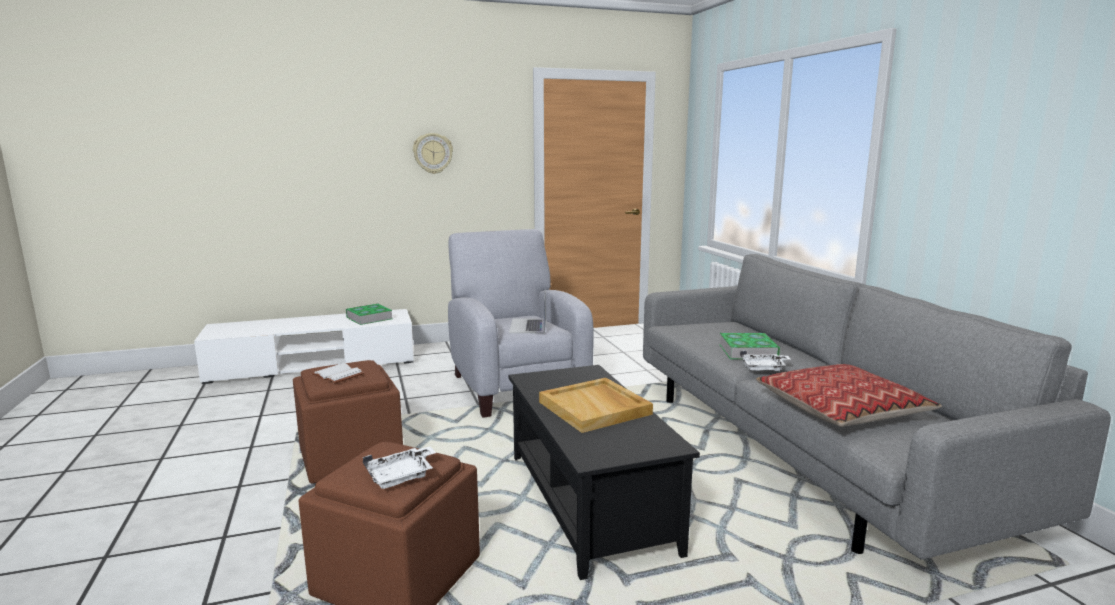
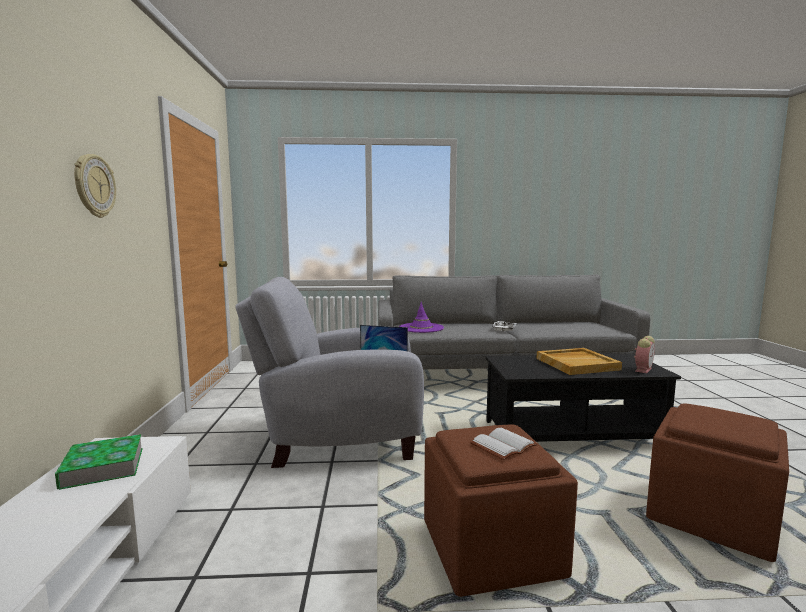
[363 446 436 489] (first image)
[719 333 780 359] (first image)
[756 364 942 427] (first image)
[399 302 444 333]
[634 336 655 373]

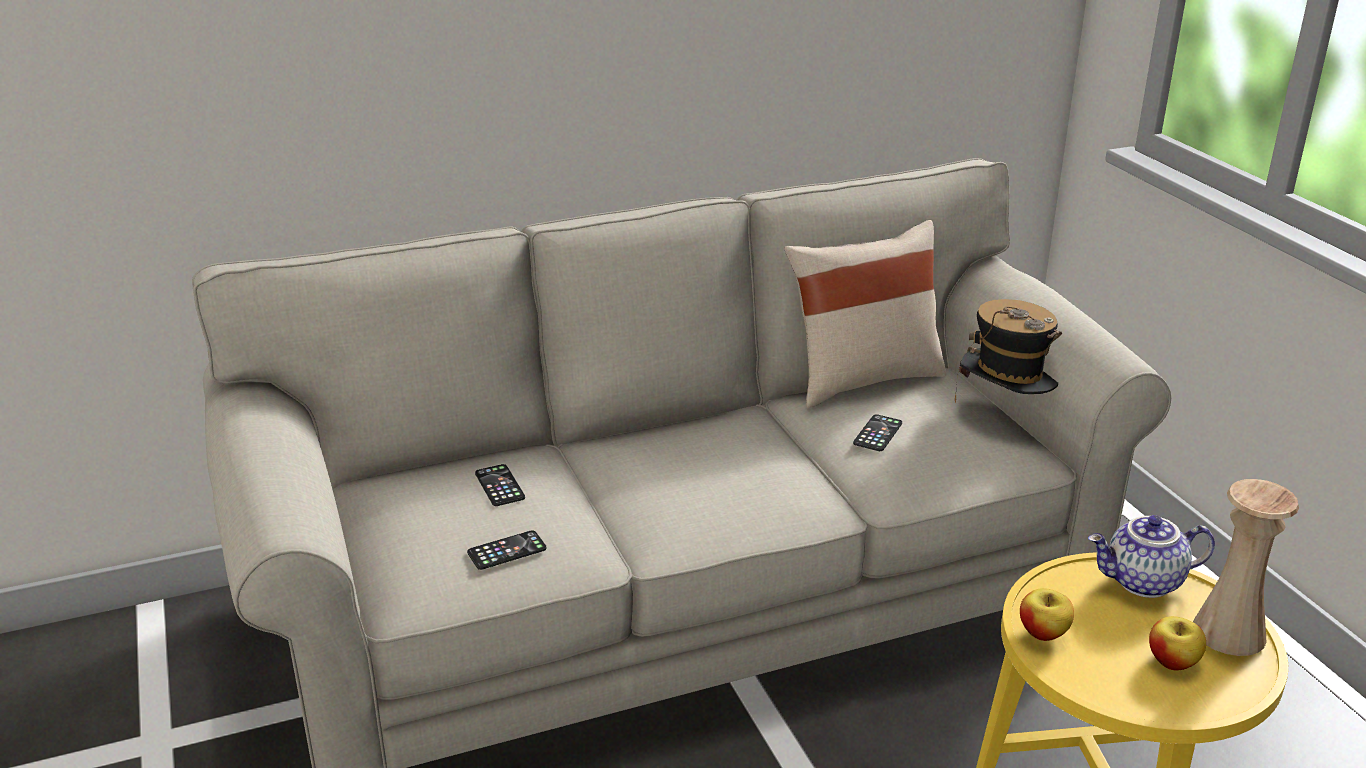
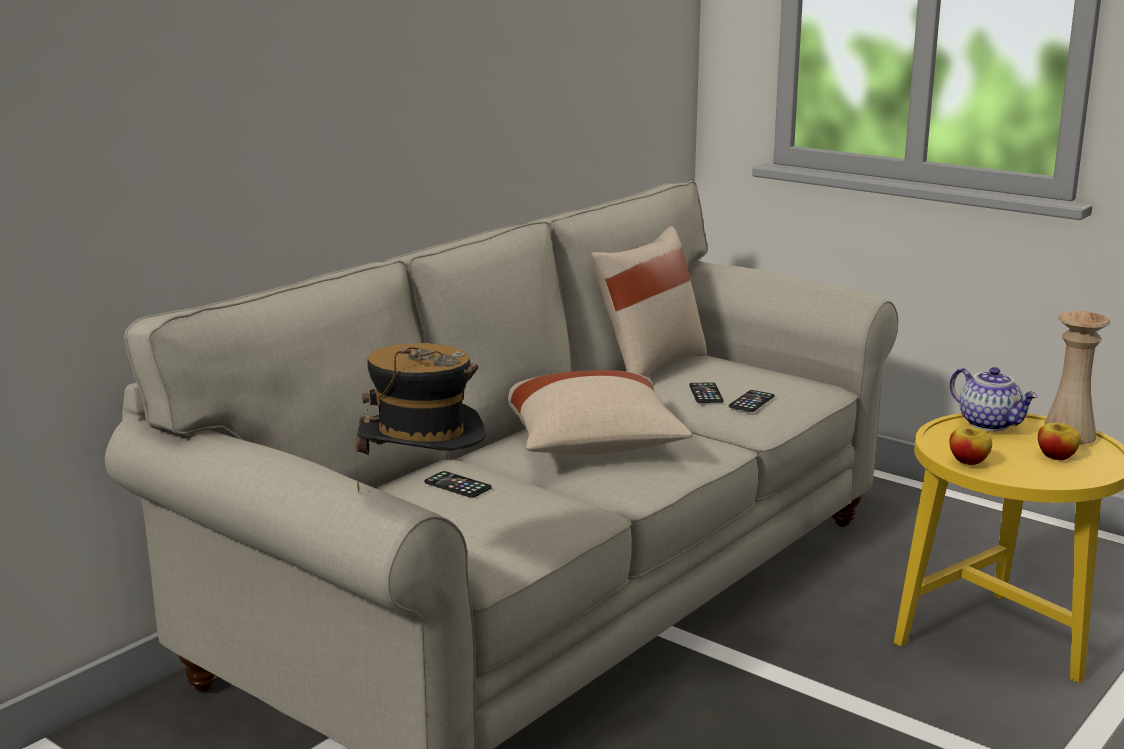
[729 390 774 412]
[356 343 486 493]
[950 367 1038 431]
[508 370 693 455]

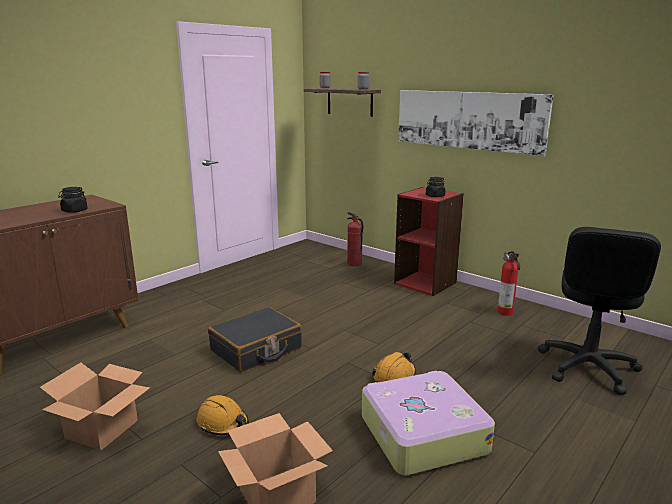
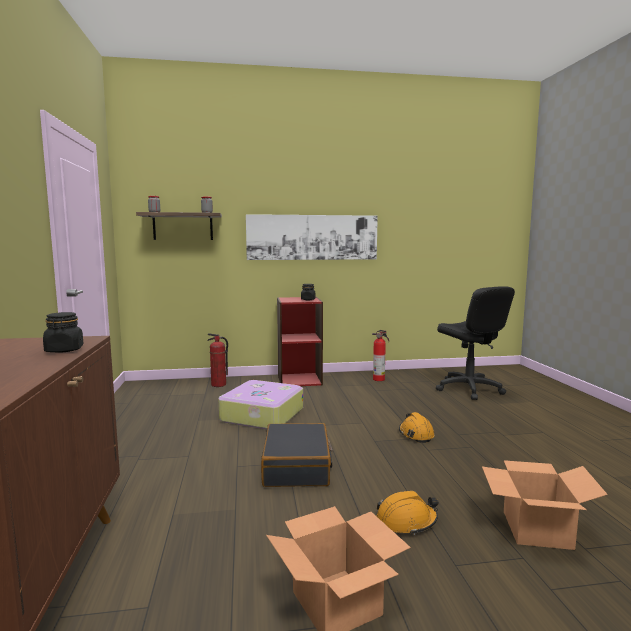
[219 380 303 430]

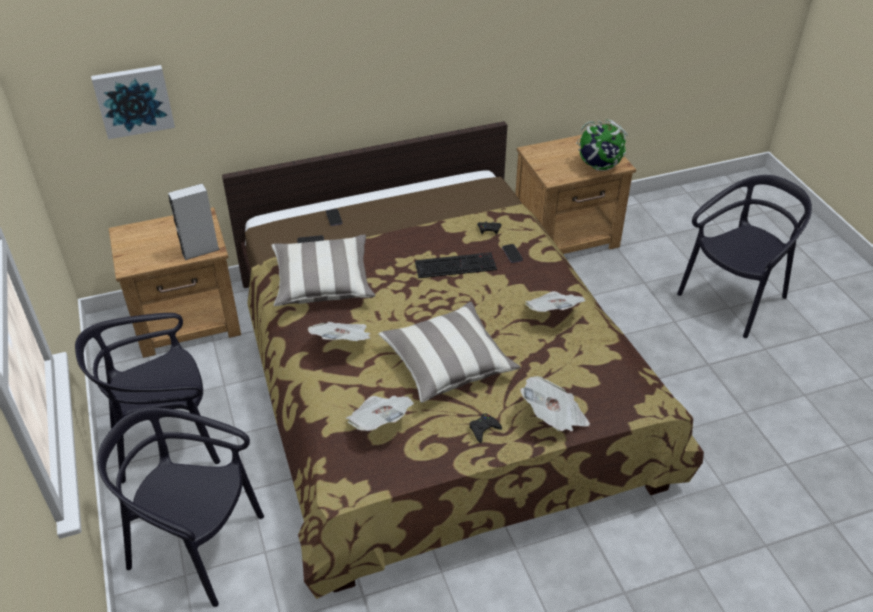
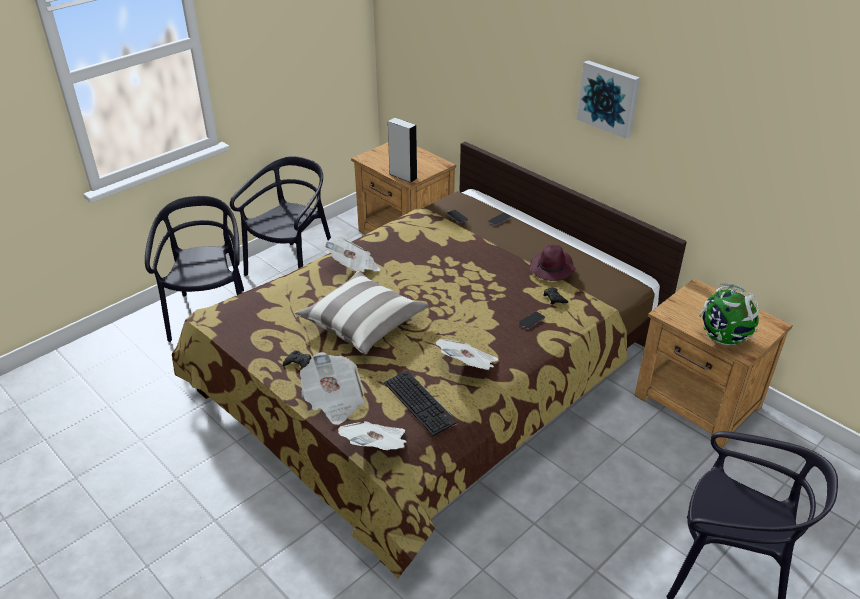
[230 156 331 276]
[577 60 640 139]
[272 235 375 306] (first image)
[338 421 407 450]
[384 371 457 436]
[530 245 575 281]

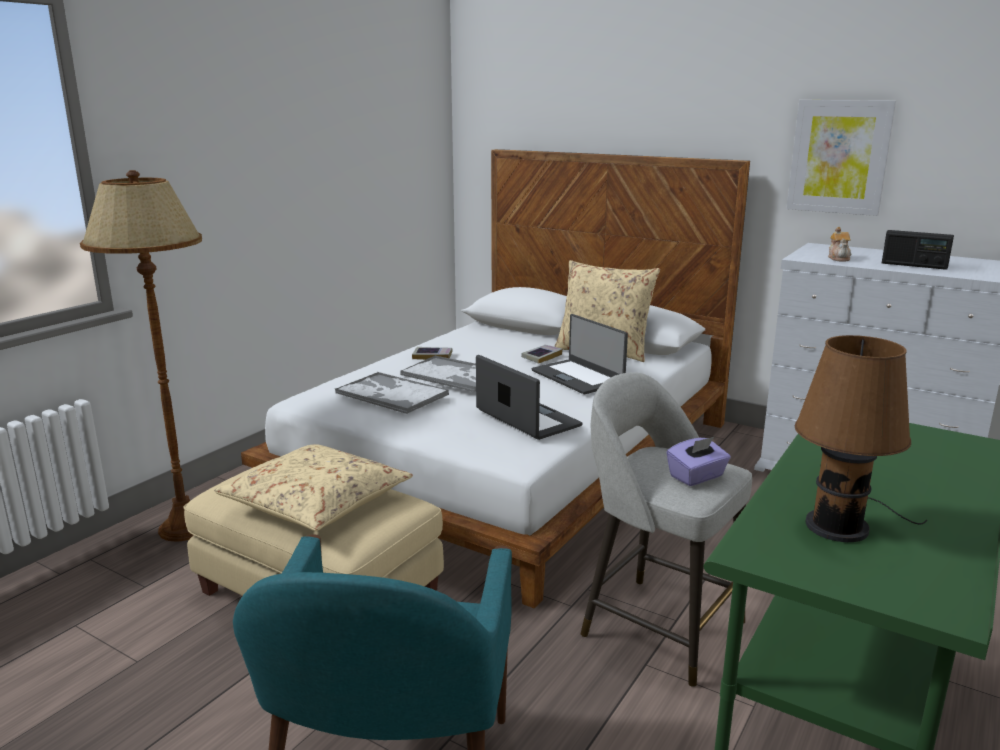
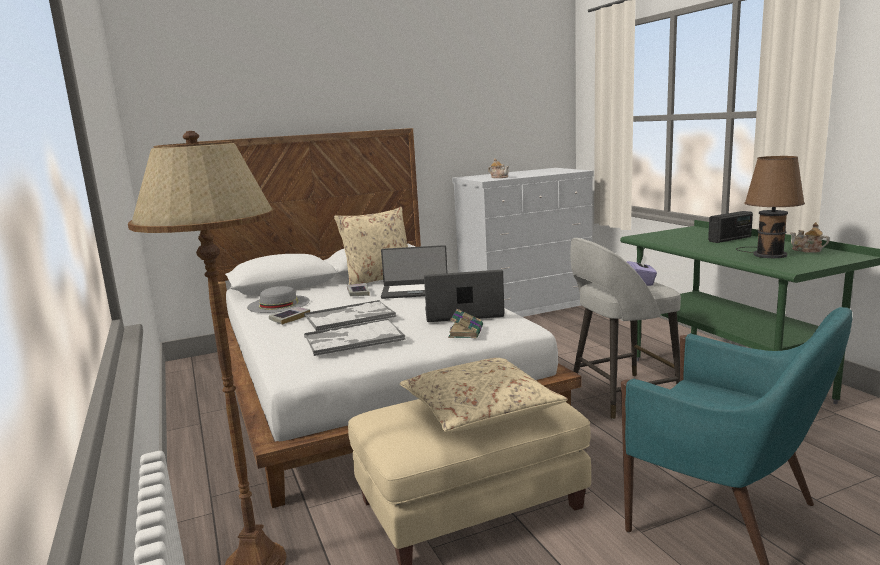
[787 100 896 216] (first image)
[708 211 753 243]
[247 286 310 313]
[448 309 483 338]
[790 222 830 253]

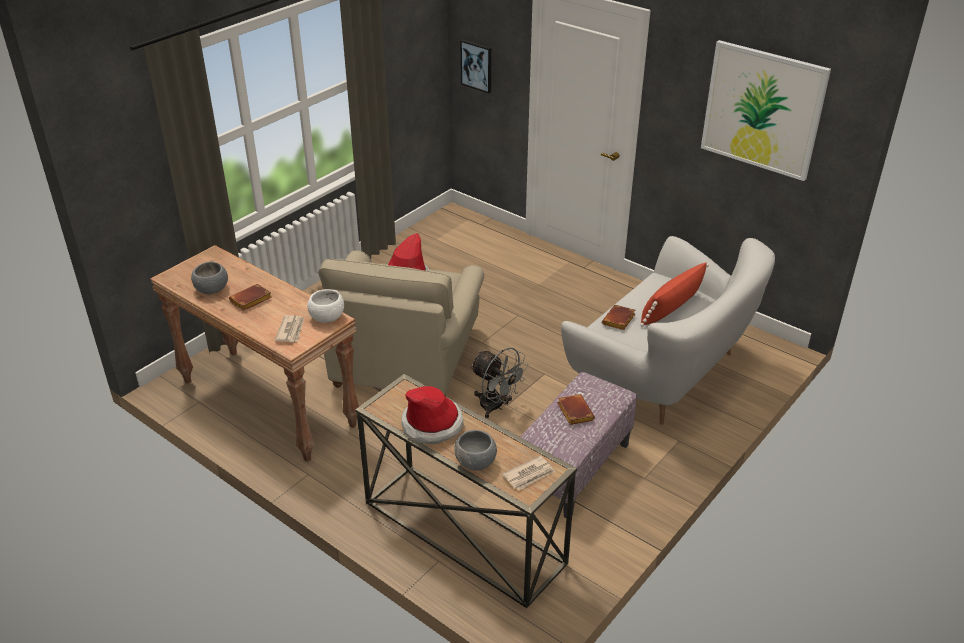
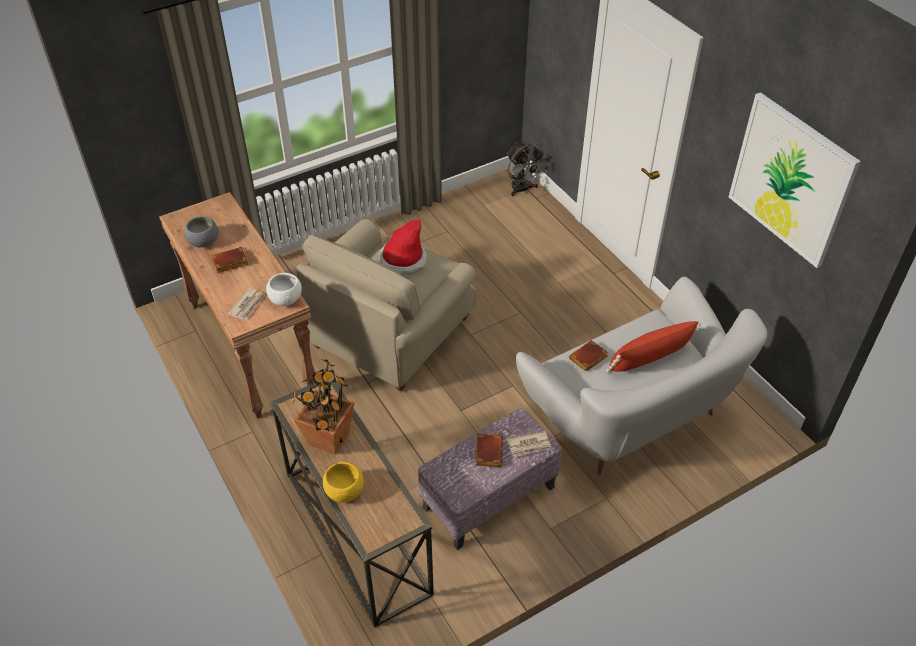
[293 359 355 454]
[323 462 364 503]
[460 39 491 93] (first image)
[507 142 551 196]
[507 431 552 457]

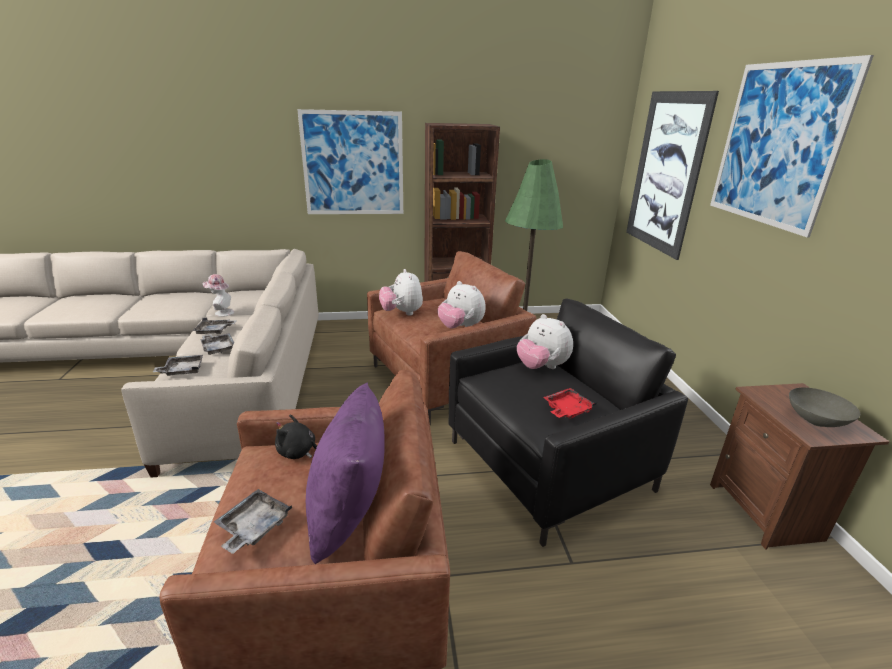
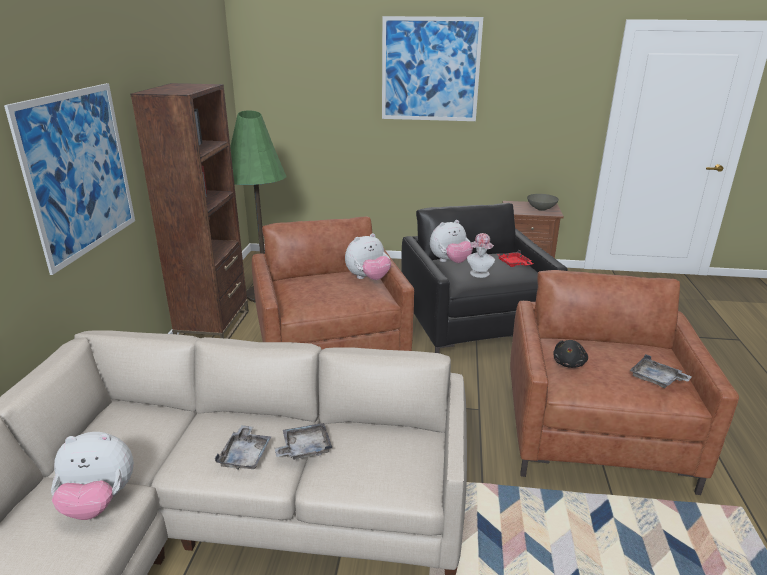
[153 355 203 376] (first image)
[467 233 495 278]
[306 382 385 564] (first image)
[51 432 134 520]
[626 91 719 260] (first image)

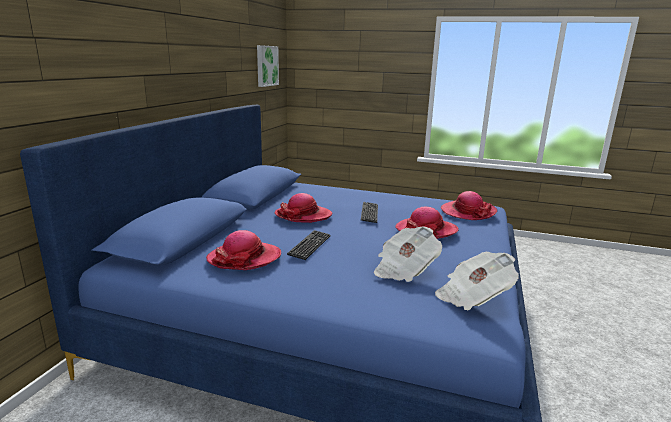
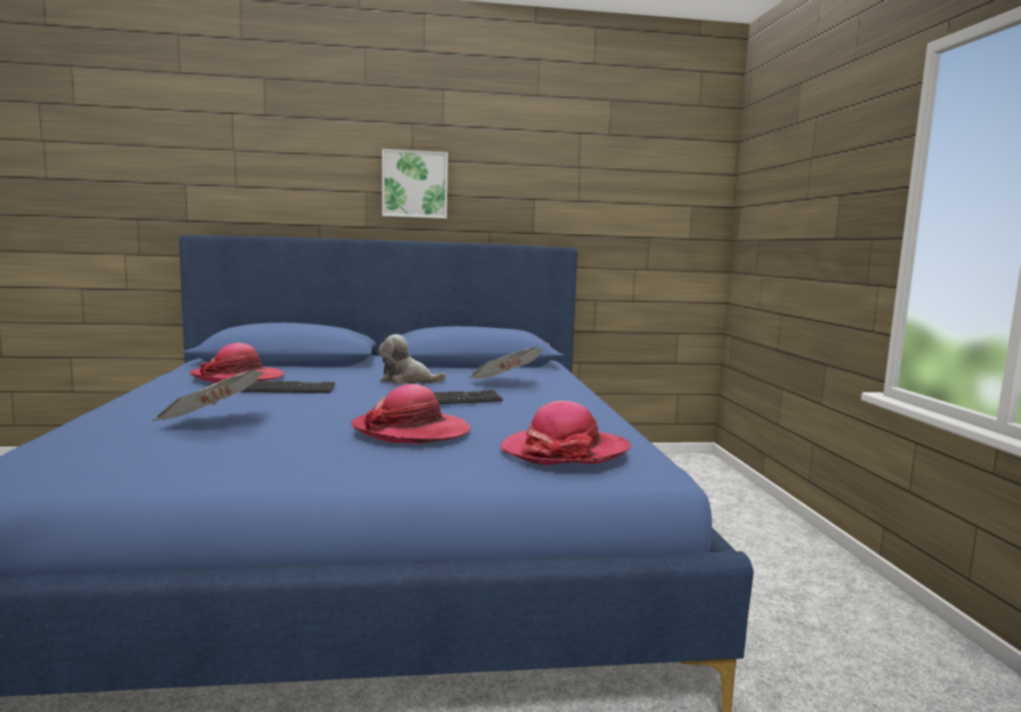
[382 149 448 219]
[379 334 446 384]
[469 347 543 379]

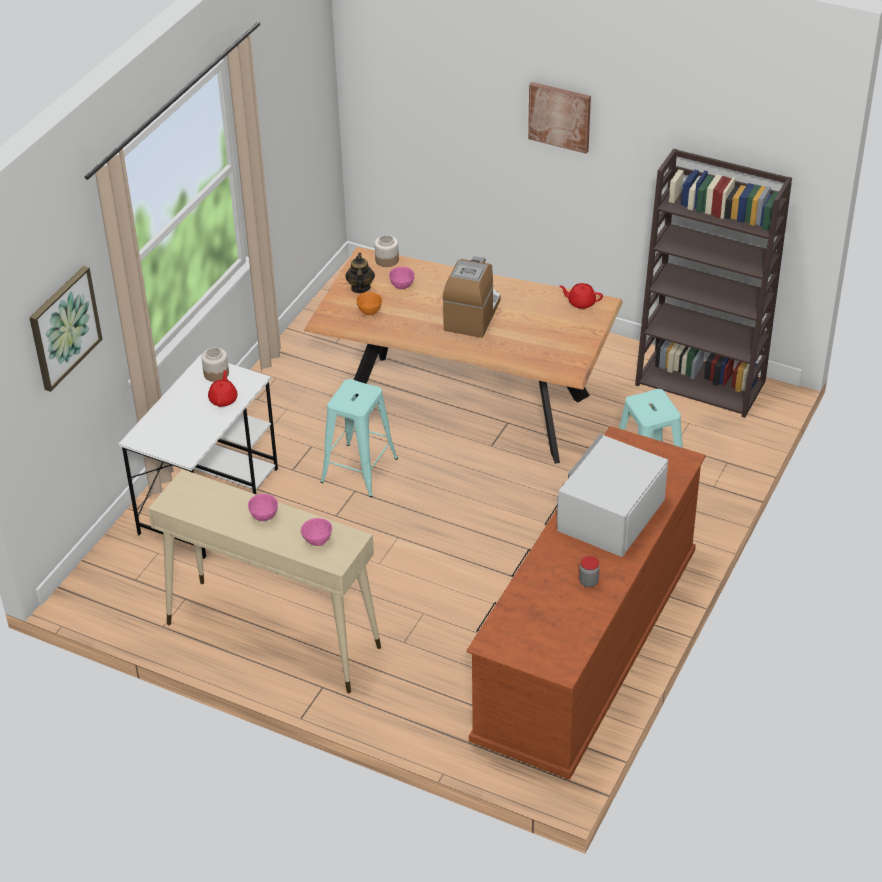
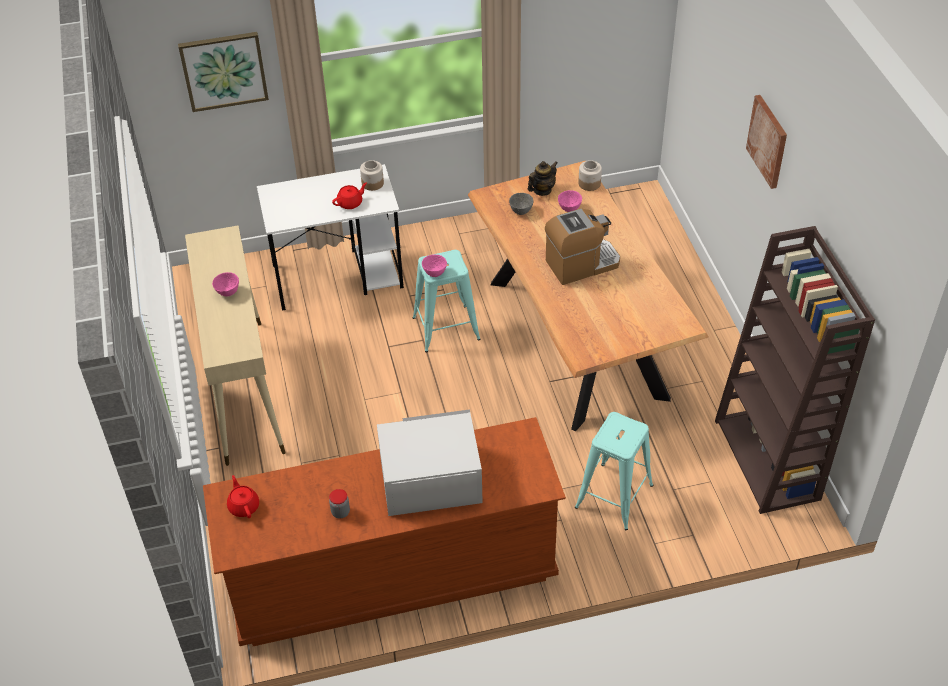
[422 254 447 277]
[509 193 534 215]
[227 475 259 518]

